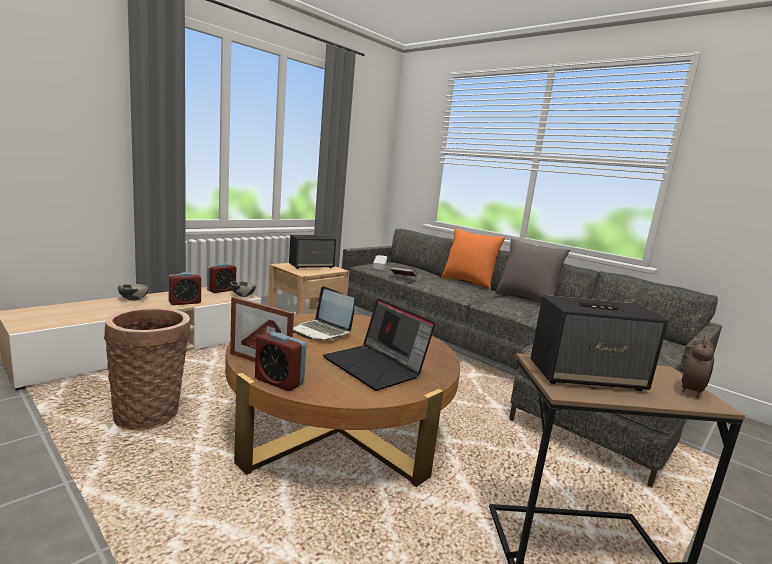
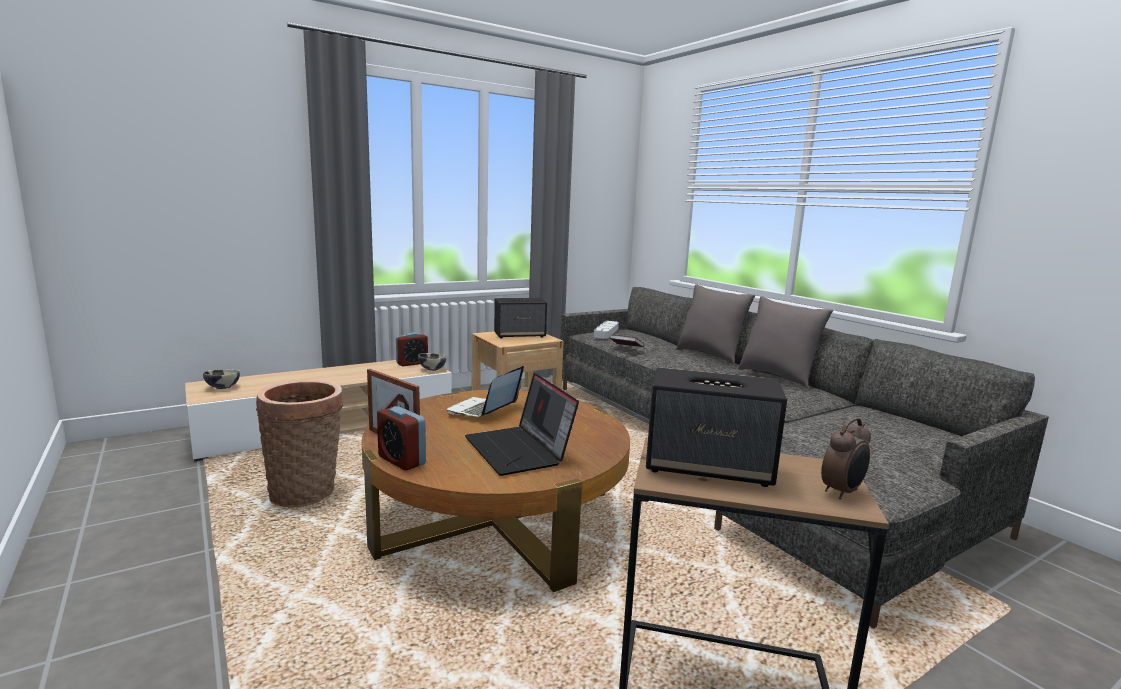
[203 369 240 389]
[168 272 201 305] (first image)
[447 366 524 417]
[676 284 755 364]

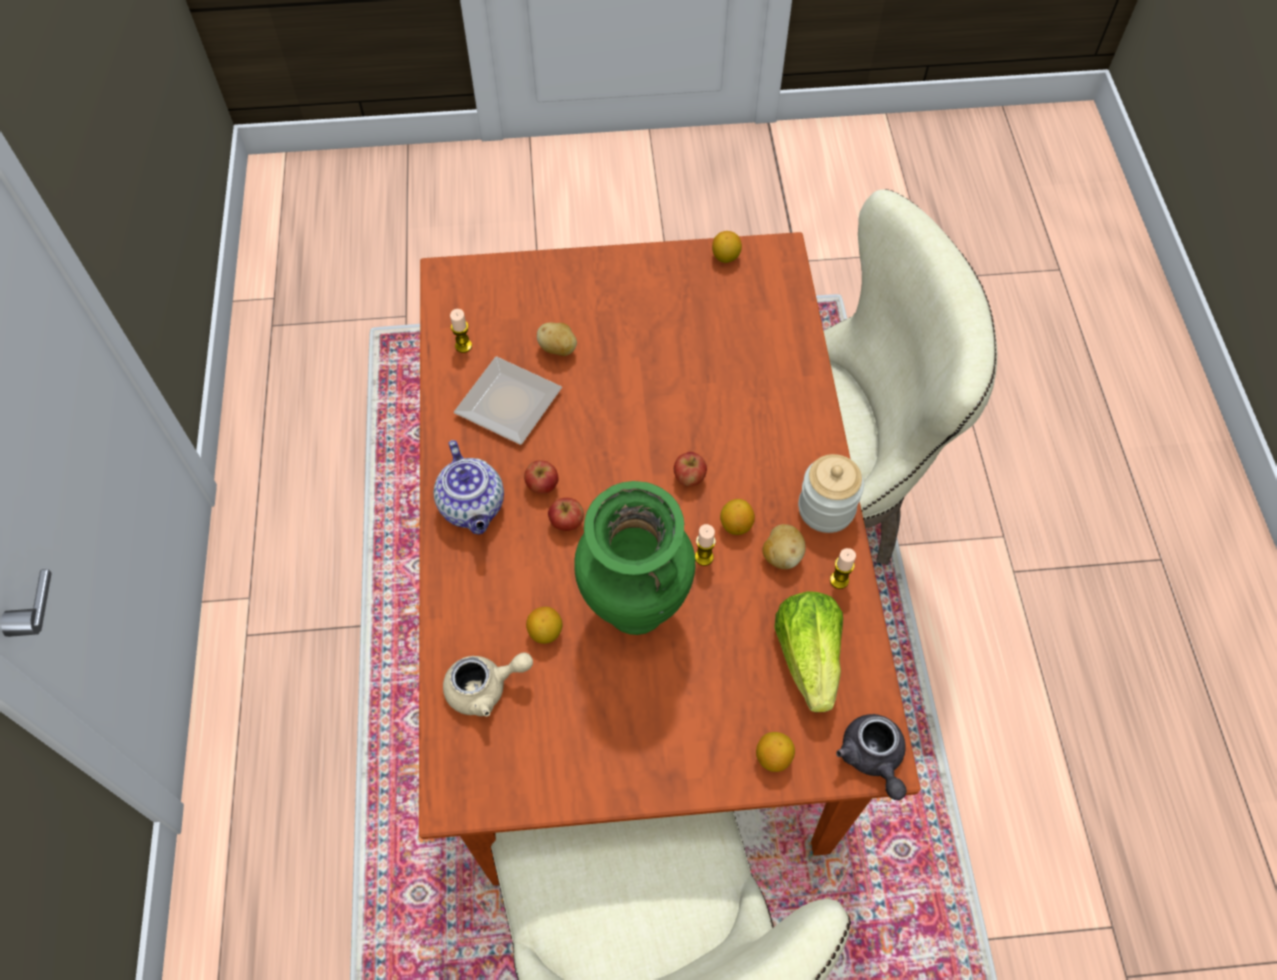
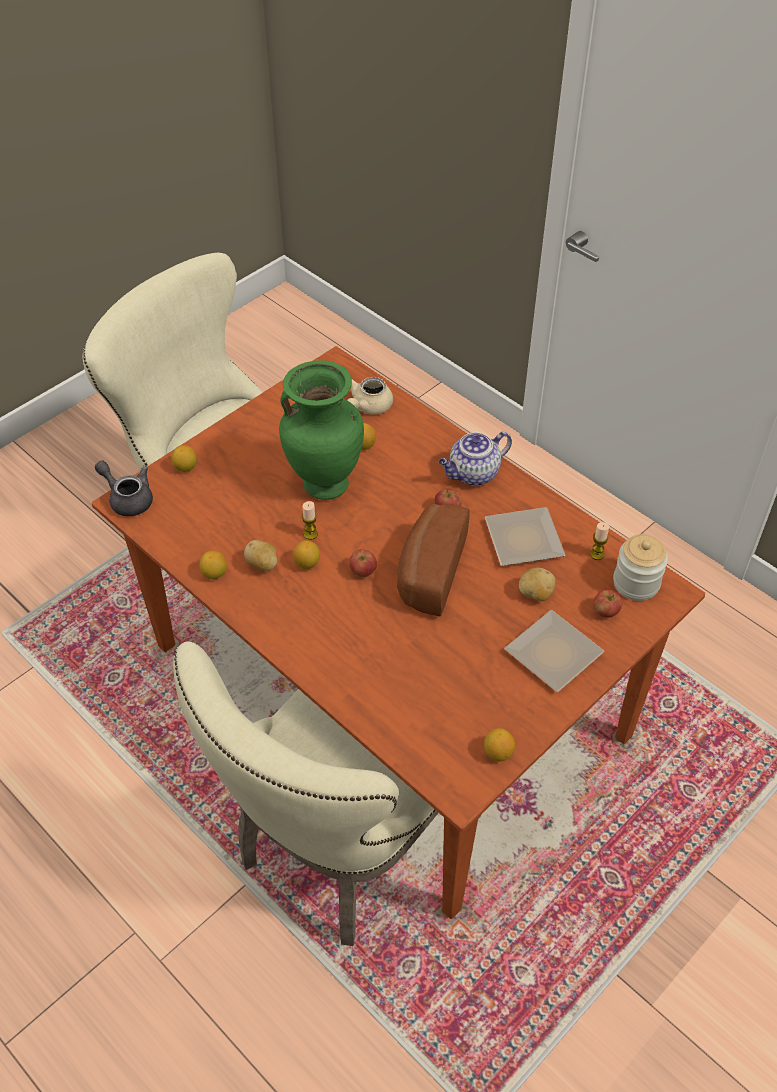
[439 432 512 486]
[593 589 622 618]
[774 591 843 712] (first image)
[613 534 668 601]
[199 551 227 579]
[397 504 470 617]
[504 610 604 692]

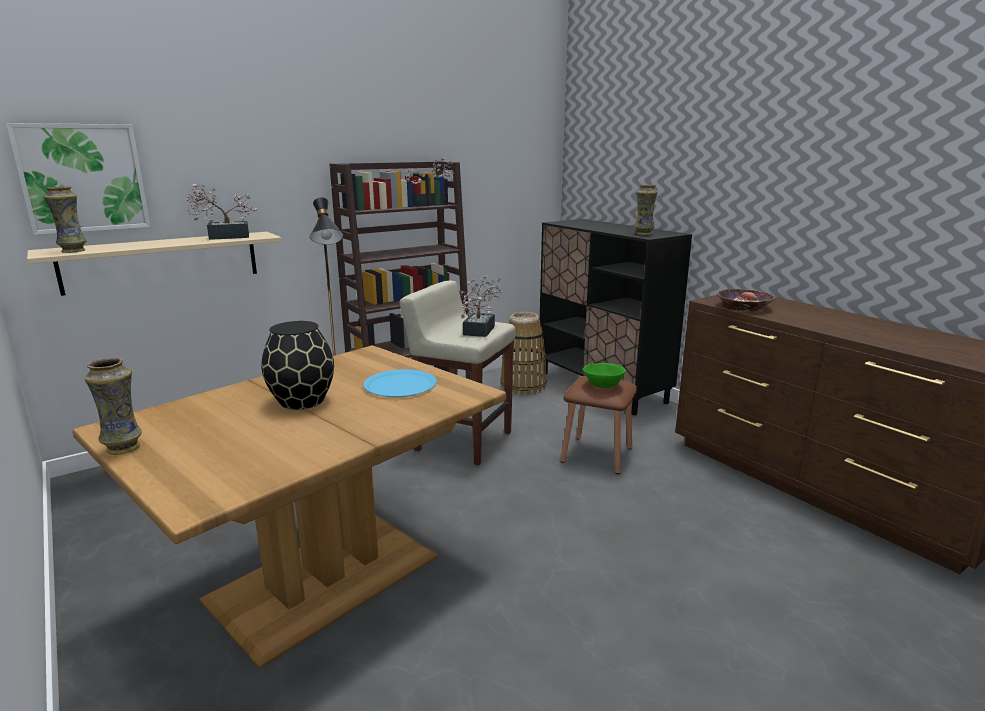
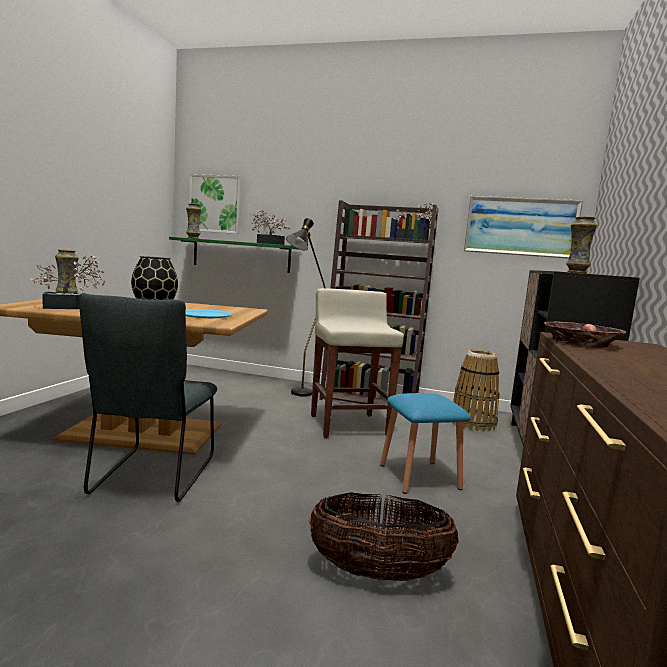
[169 237 300 273]
[30 255 105 309]
[380 393 471 494]
[583 363 626 388] (first image)
[79 294 217 502]
[308 492 459 581]
[464 196 583 259]

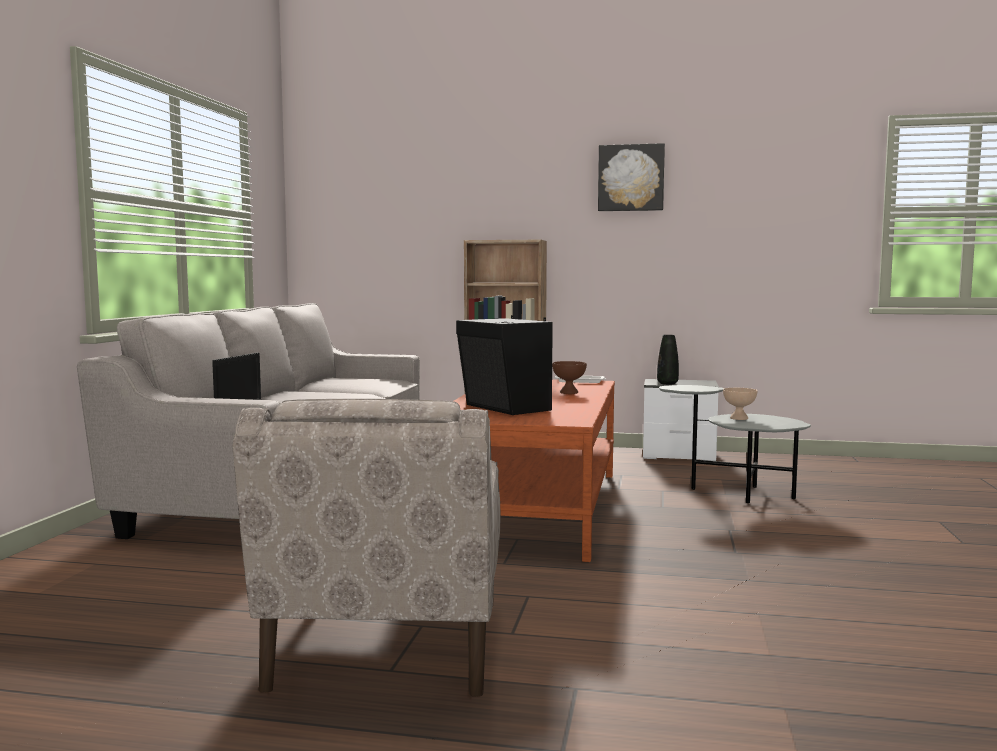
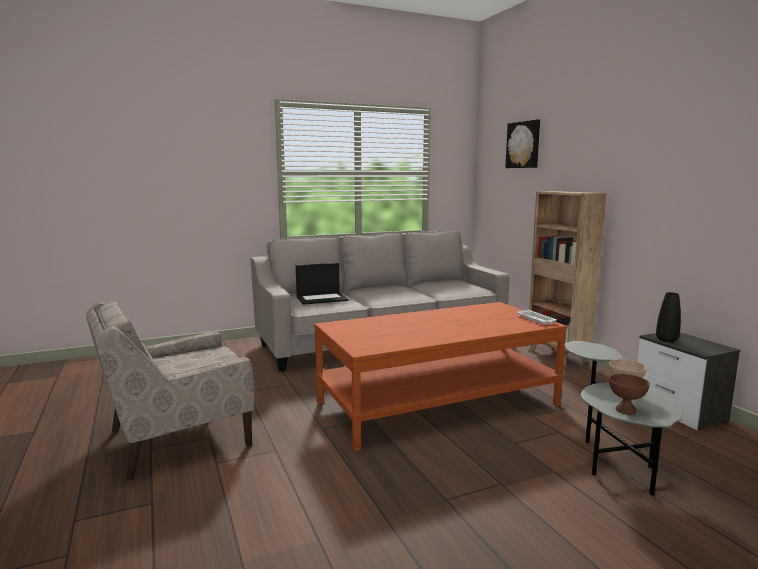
[456 315 553 415] (first image)
[609 374 650 415]
[505 119 540 168]

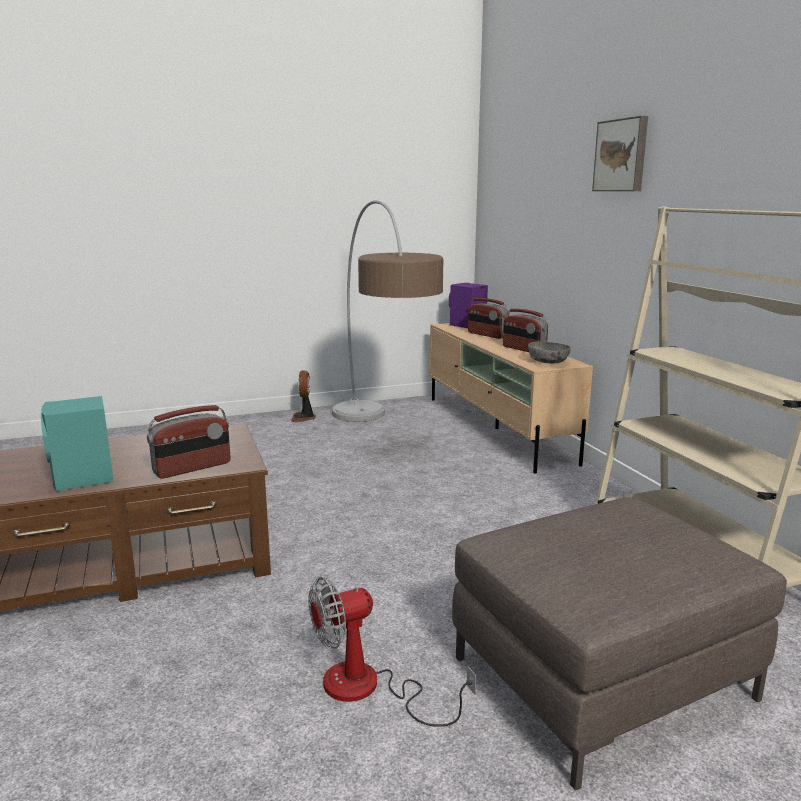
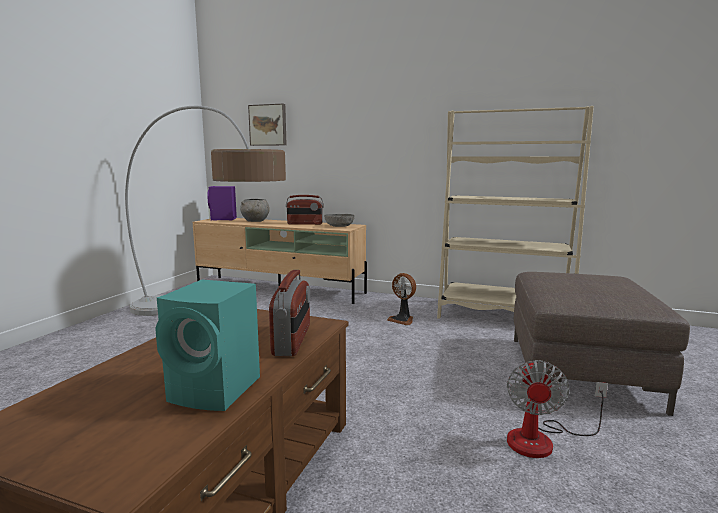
[387 273 416 325]
[240 199 270 222]
[248 104 287 146]

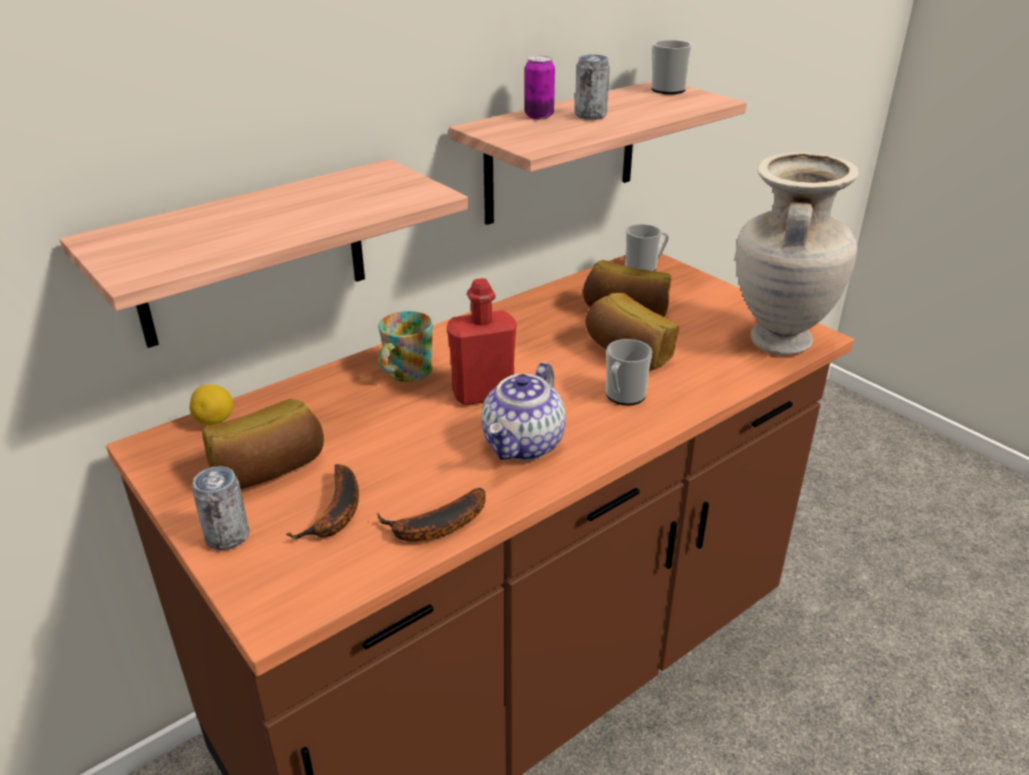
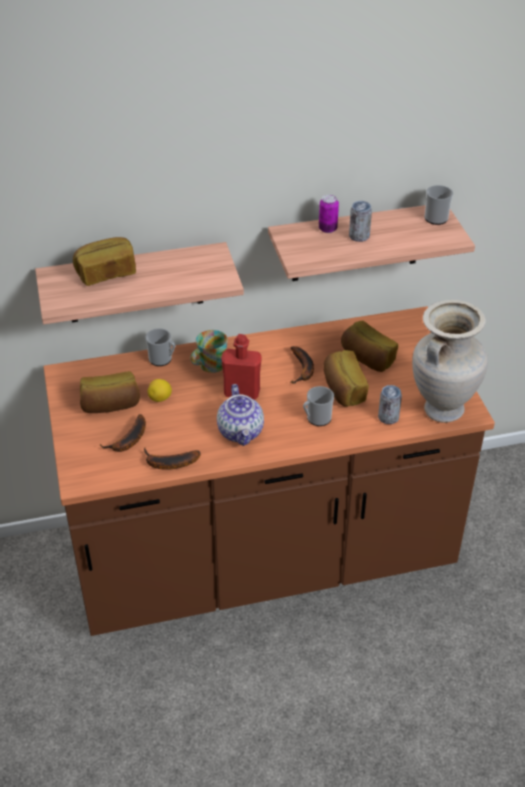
[148 379 172 402]
[378 385 402 424]
[217 384 264 446]
[145 328 175 366]
[73 237 136 286]
[290 346 314 384]

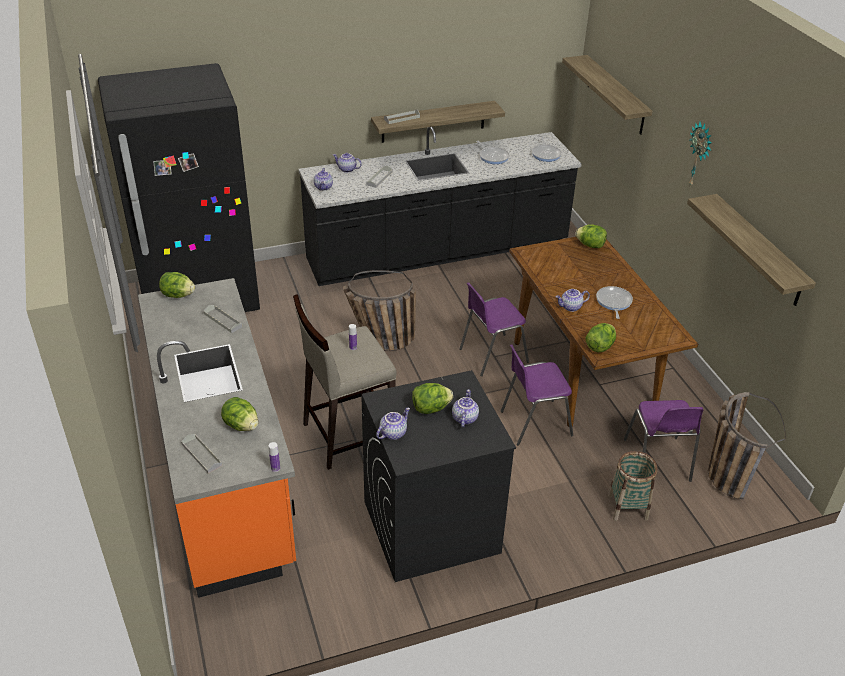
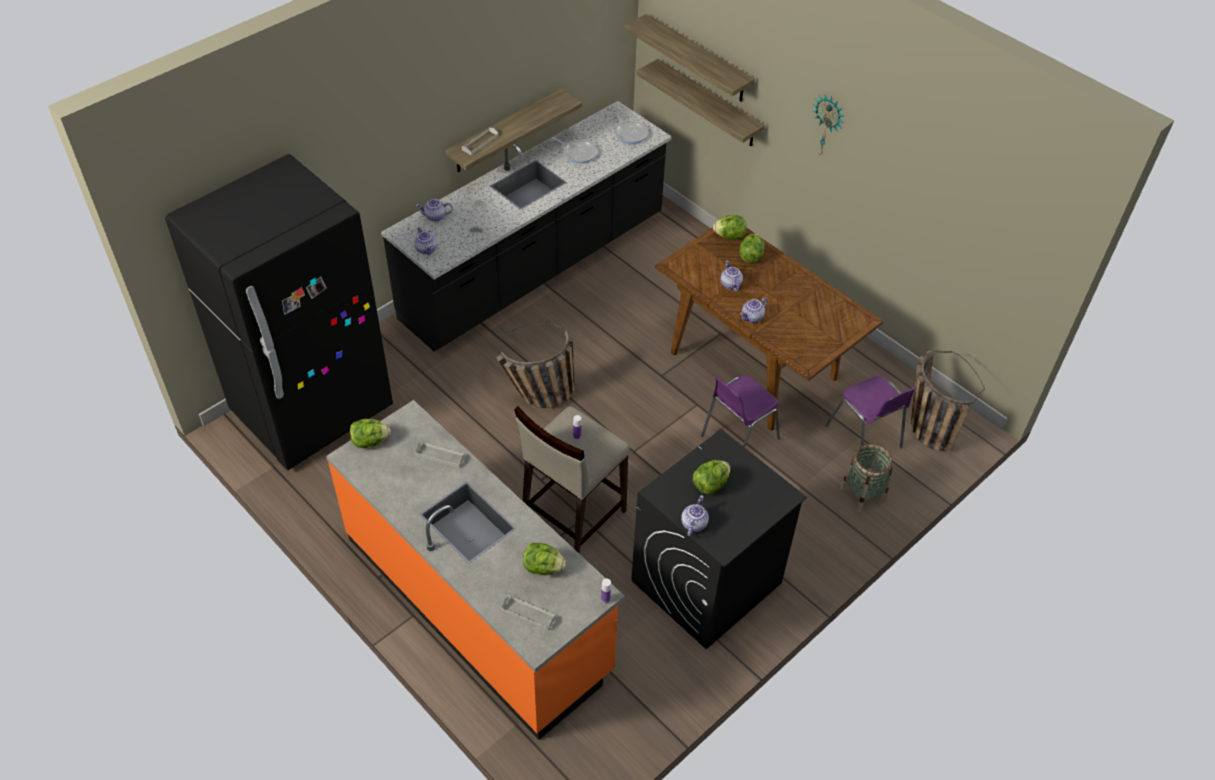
[720 260 743 292]
[460 282 529 376] (first image)
[740 234 765 263]
[596 286 633 319] (first image)
[636 59 765 147]

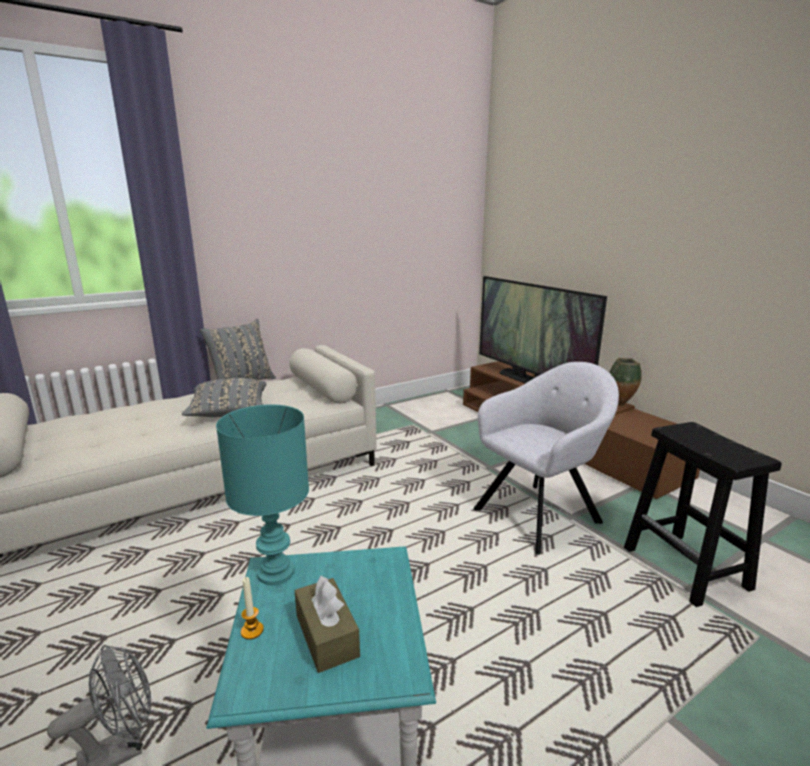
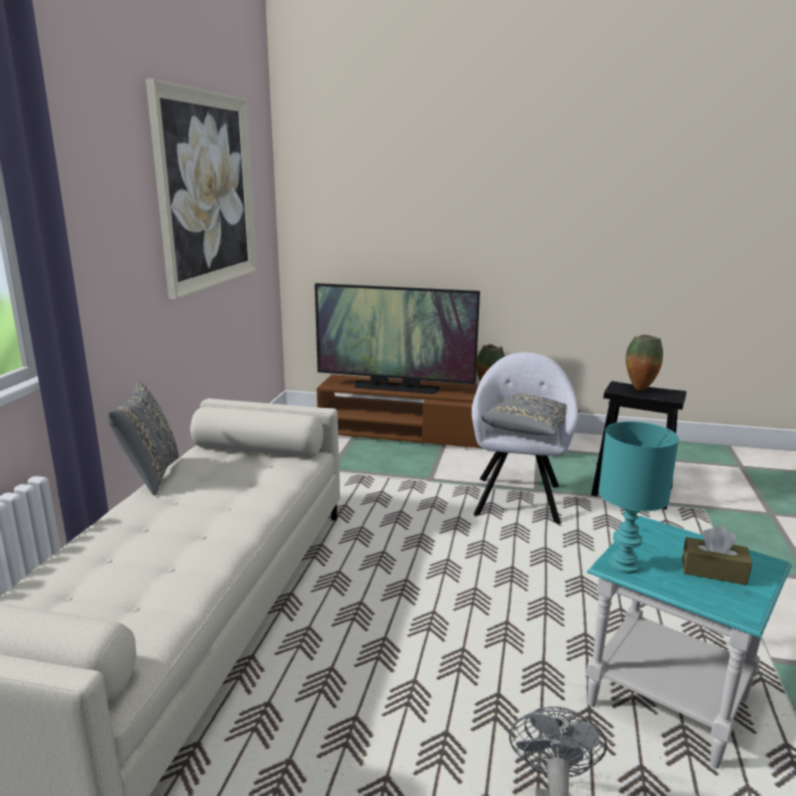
[482 394 581 436]
[241 577 264 640] (first image)
[146 79 258 299]
[626 335 663 391]

